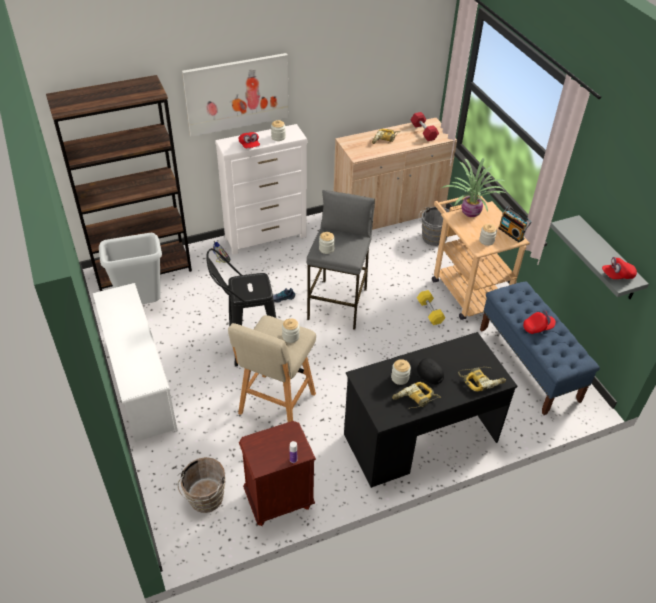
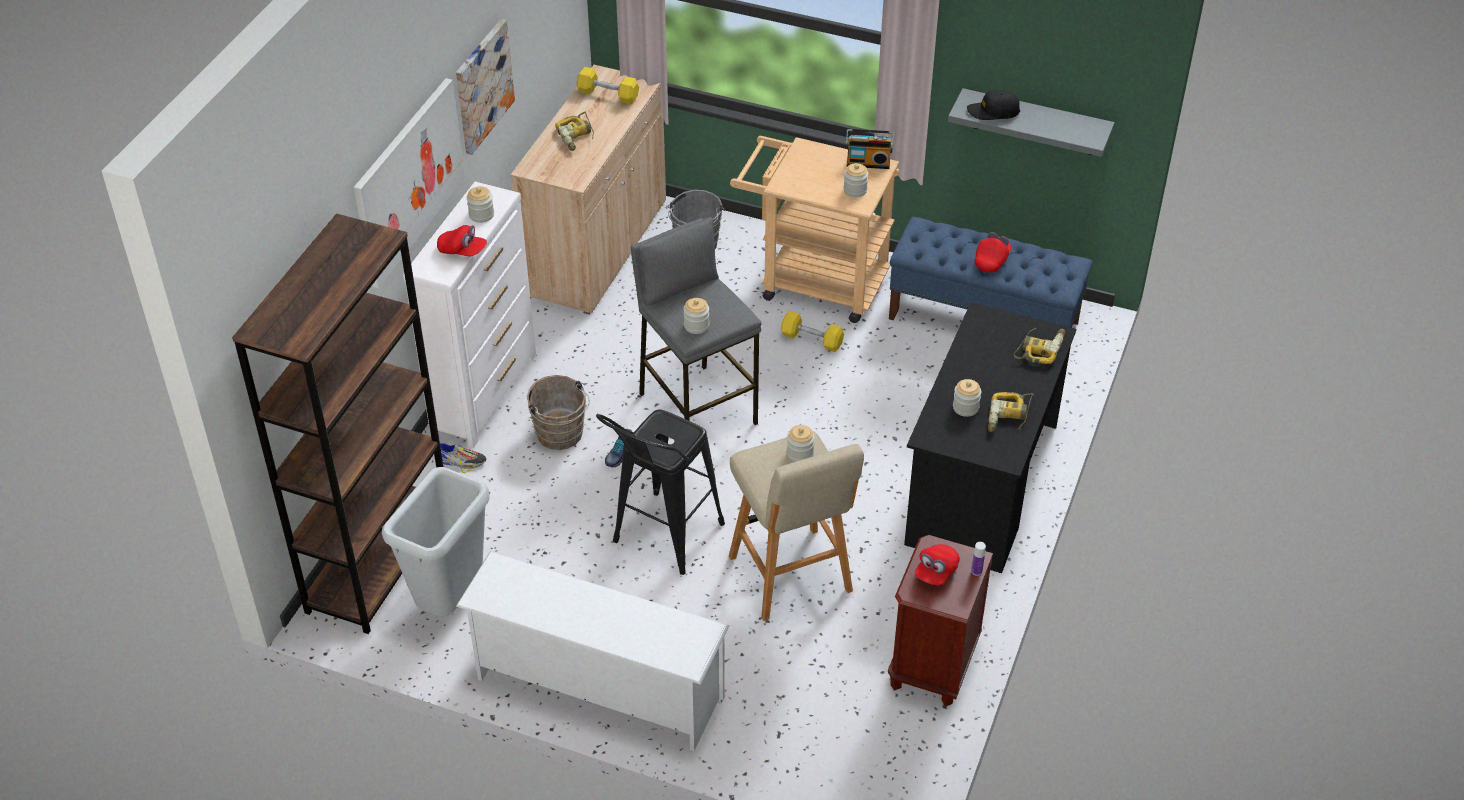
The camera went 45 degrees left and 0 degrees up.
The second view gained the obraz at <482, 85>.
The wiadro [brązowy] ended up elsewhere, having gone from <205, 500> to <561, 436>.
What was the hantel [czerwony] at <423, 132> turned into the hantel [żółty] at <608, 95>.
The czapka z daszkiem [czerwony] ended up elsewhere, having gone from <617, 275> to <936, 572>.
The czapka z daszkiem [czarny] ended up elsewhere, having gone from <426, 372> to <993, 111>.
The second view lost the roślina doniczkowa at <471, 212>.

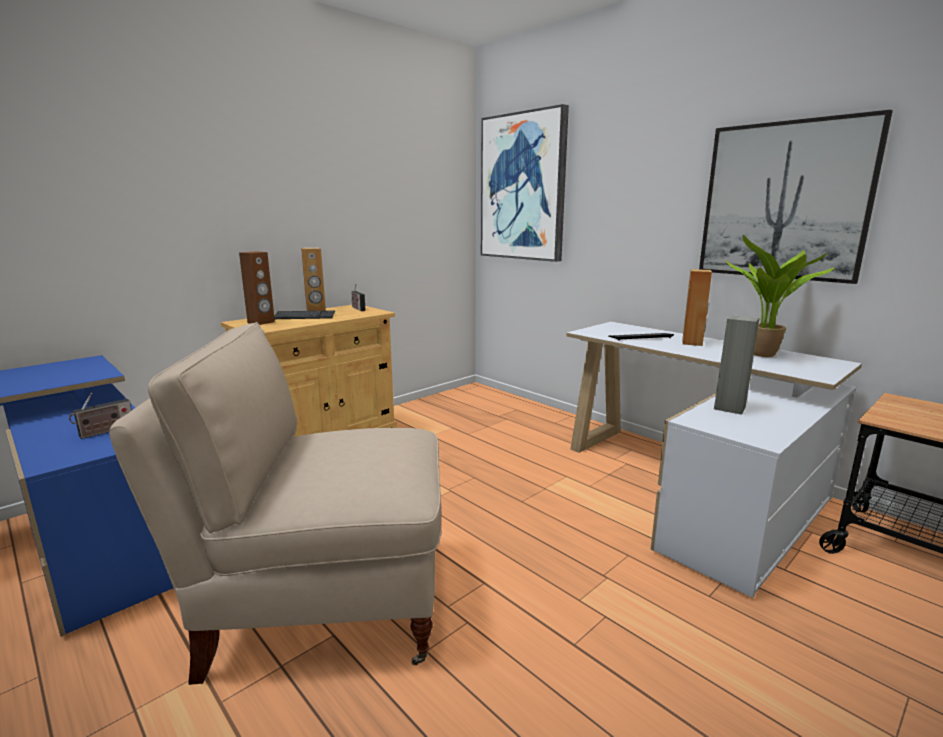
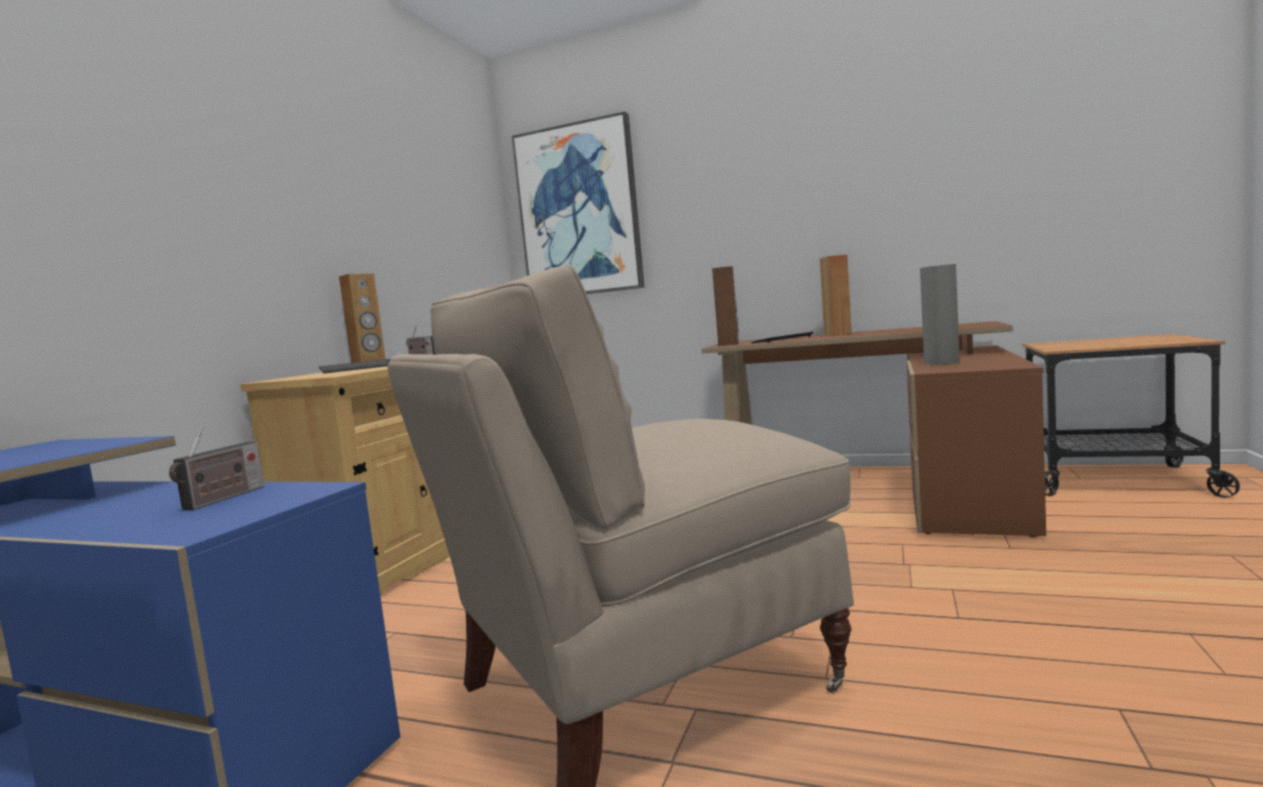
The camera went 25 degrees left and 10 degrees down.
What was the biurko [biały] at <693, 489> turned into the biurko [brązowy] at <884, 488>.
The głośnik [brązowy] ended up elsewhere, having gone from <261, 322> to <729, 344>.
The second view lost the obraz at <784, 201>.
The second view lost the roślina doniczkowa at <765, 356>.

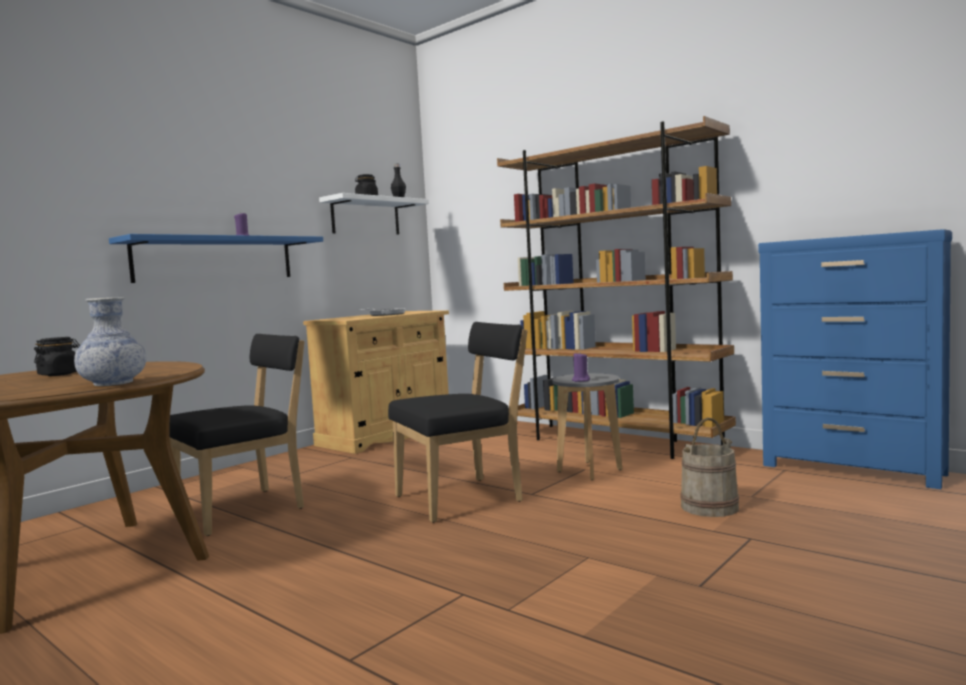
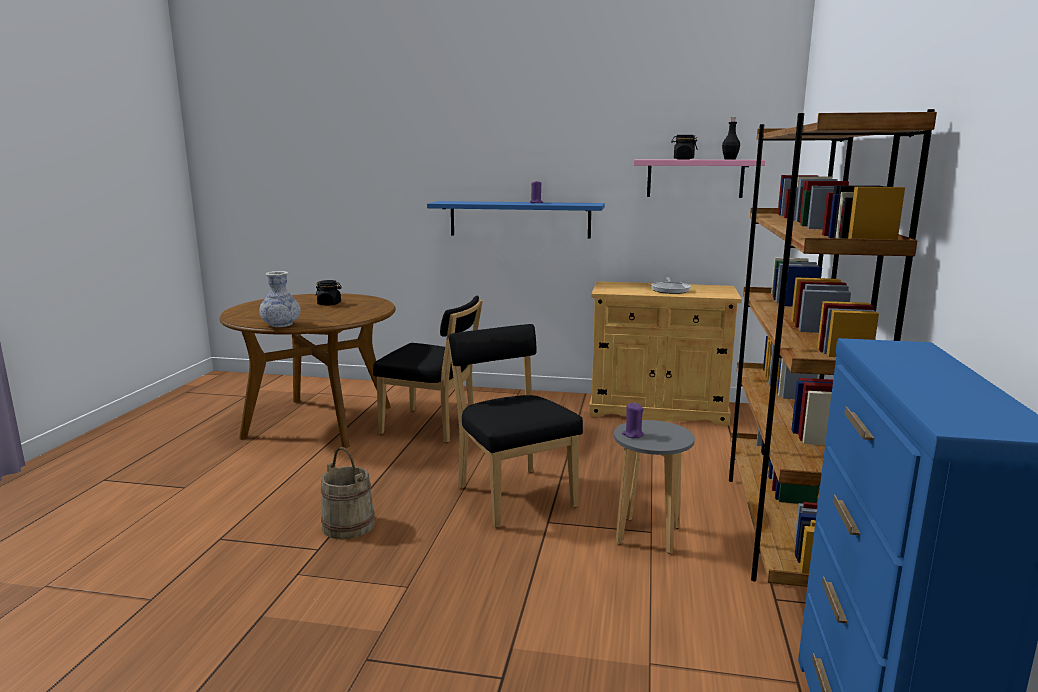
The camera went 60 degrees right and 10 degrees up.
The wiadro [beżowy] ended up elsewhere, having gone from <709, 507> to <348, 525>.
The krzesło [czarny] at <464, 498> ended up facing another way, 150 degrees counterclockwise from before.
What was the półka [biały] at <365, 217> turned into the półka [różowy] at <695, 178>.

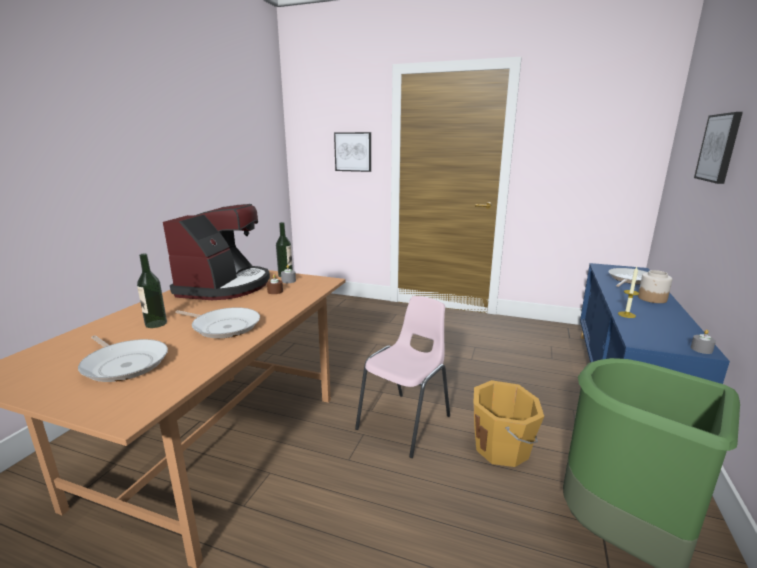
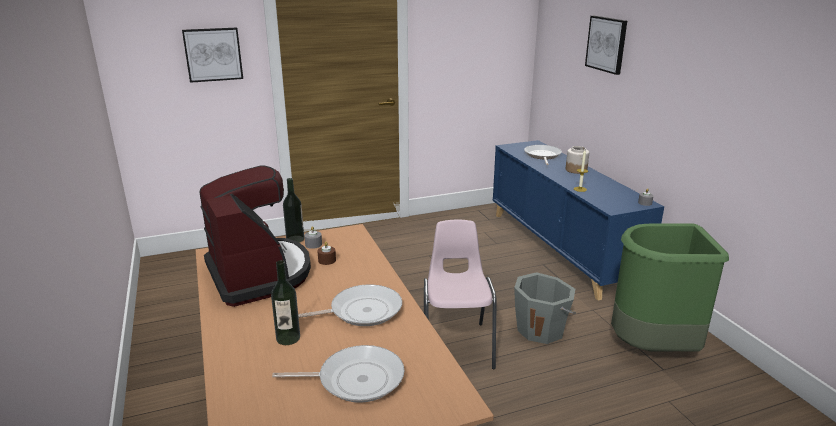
The camera went 40 degrees left and 5 degrees up.
What was the wiadro [pomarańczowy] at <502, 448> turned into the wiadro [szary] at <541, 329>.

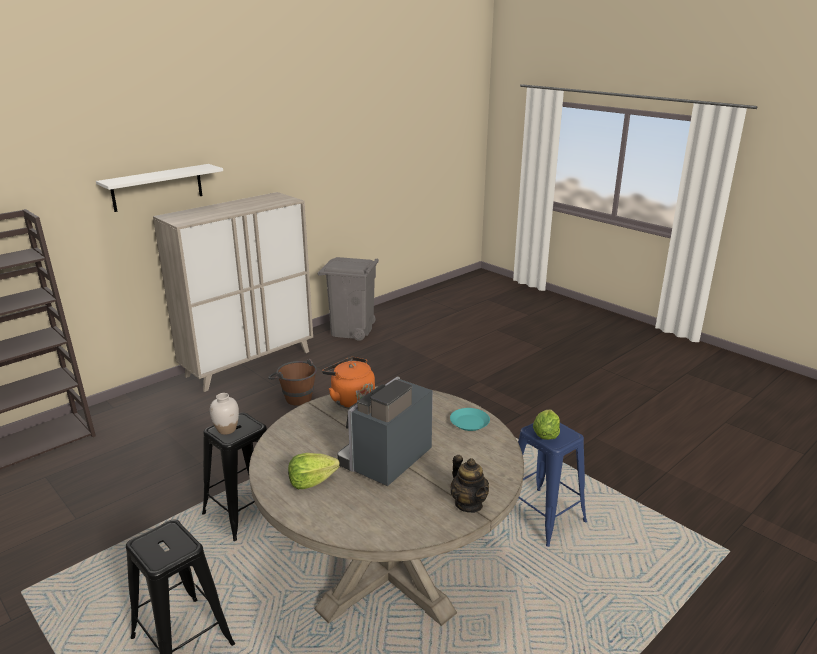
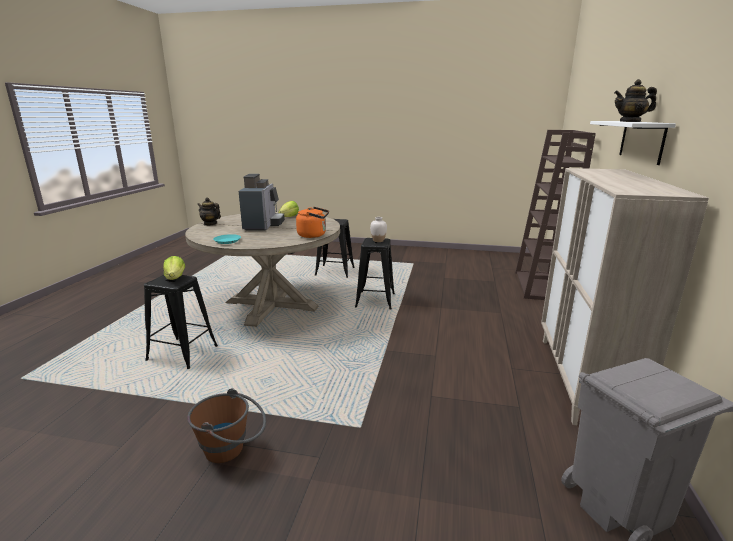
The camera went 145 degrees right and 5 degrees down.
What was the stołek [niebieski] at <542, 516> turned into the stołek [czarny] at <183, 353>.
The wiadro [brązowy] ended up elsewhere, having gone from <294, 397> to <232, 449>.
The second view gained the imbryk at <630, 121>.

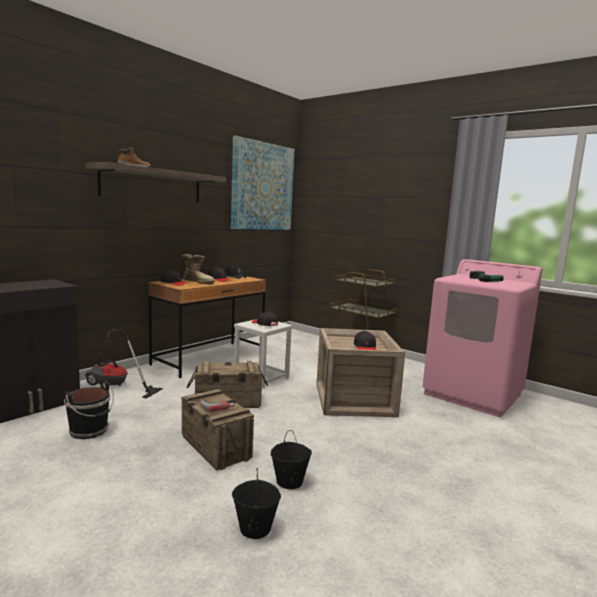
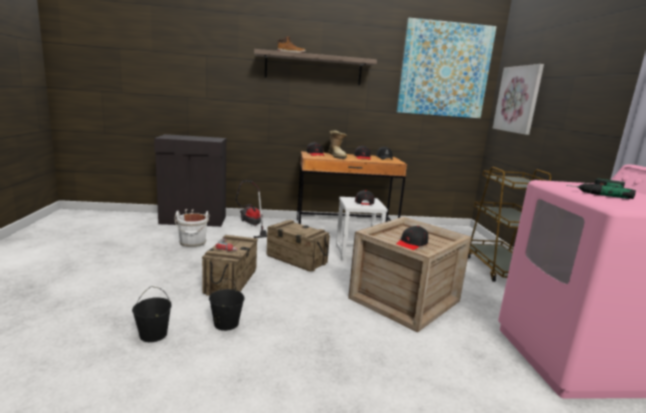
The camera went 45 degrees right and 5 degrees up.
What was the wiadro [czarny] at <90, 431> turned into the wiadro [biały] at <193, 244>.
The second view gained the obraz at <518, 99>.

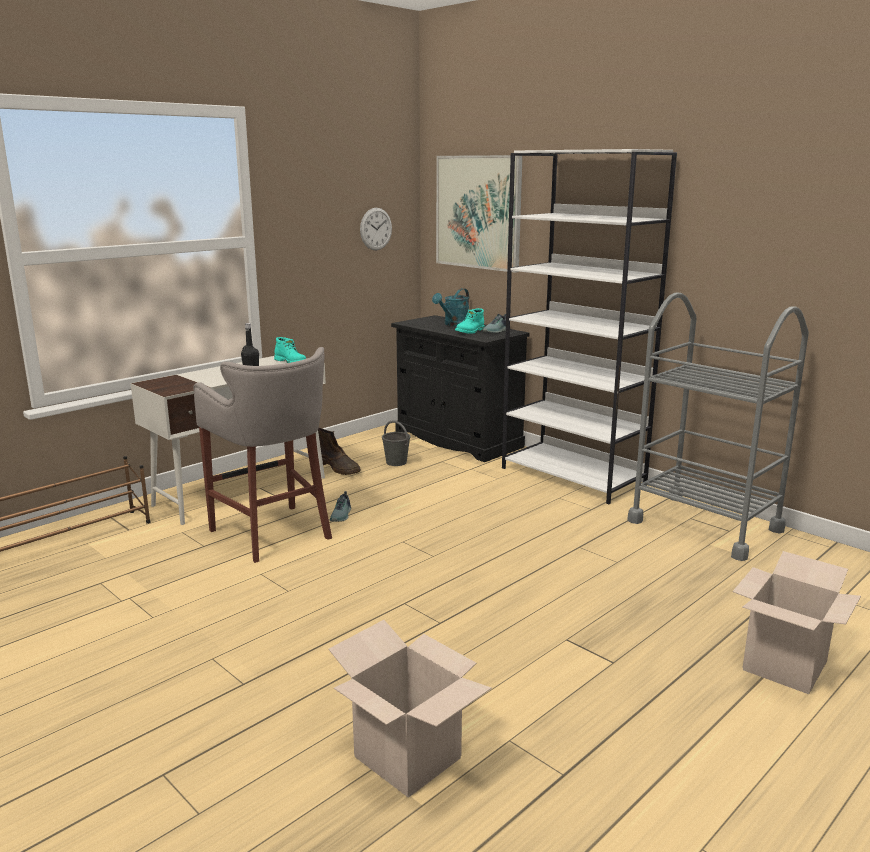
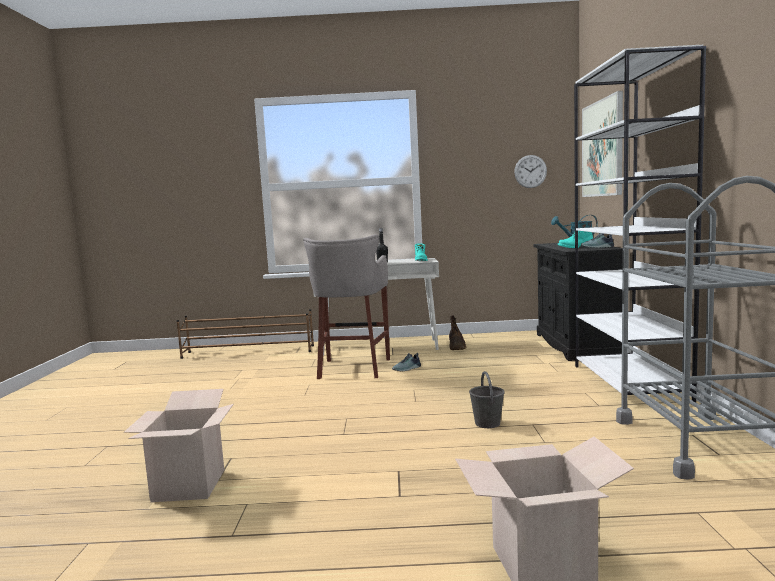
The camera went 45 degrees right and 10 degrees down.
The wiadro [szary] ended up elsewhere, having gone from <396, 462> to <487, 423>.

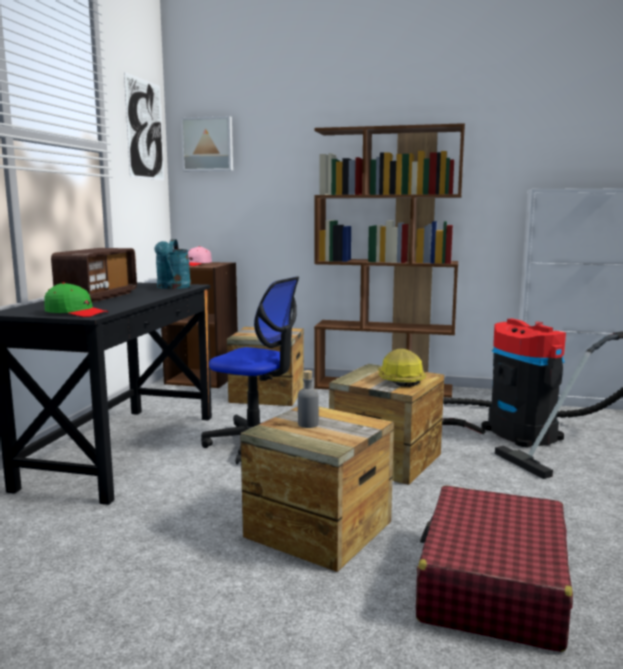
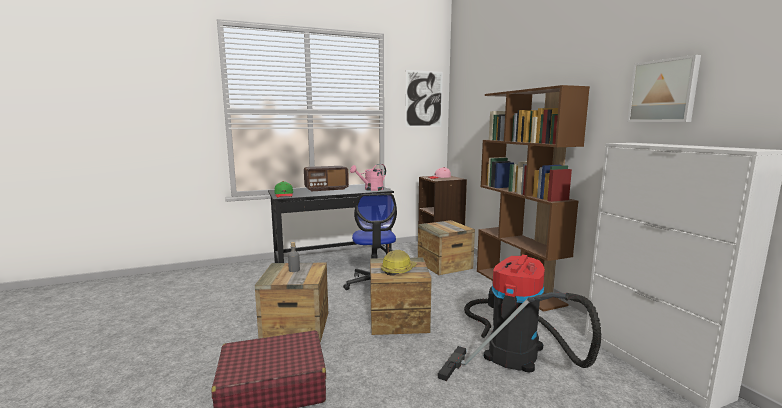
The camera went 55 degrees right and 0 degrees up.
What was the konewka [turkusowy] at <173, 287> turned into the konewka [różowy] at <371, 189>.
The obraz ended up elsewhere, having gone from <208, 144> to <663, 91>.

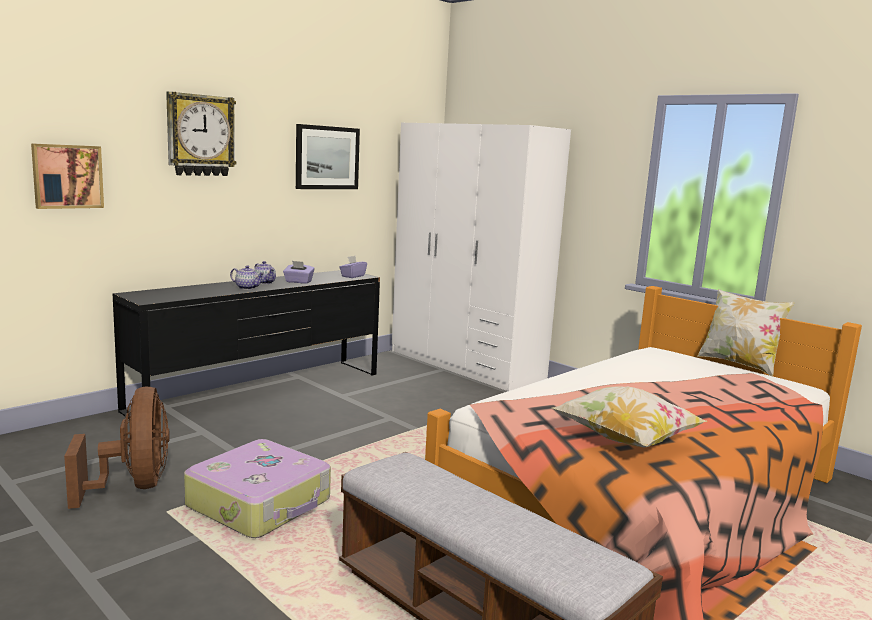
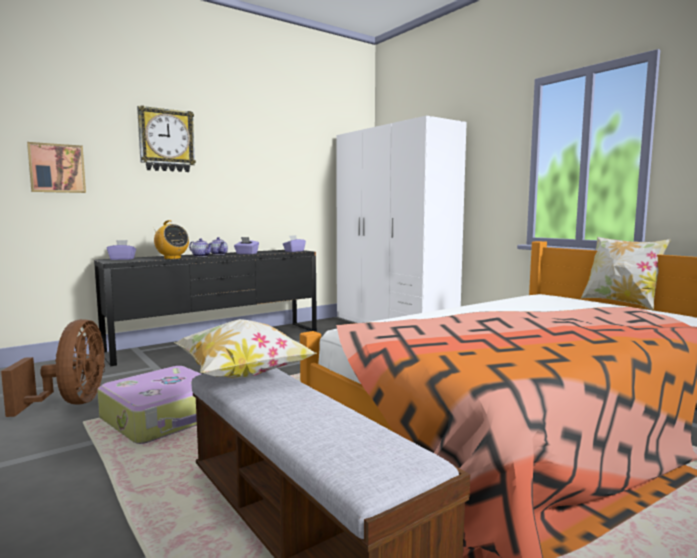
The camera went 10 degrees right and 5 degrees down.
The second view gained the pudełko chusteczek [fioletowy] at <122, 259>.
The second view gained the radio at <172, 258>.
The poduszka ended up elsewhere, having gone from <625, 441> to <243, 375>.
The second view lost the obraz at <327, 157>.

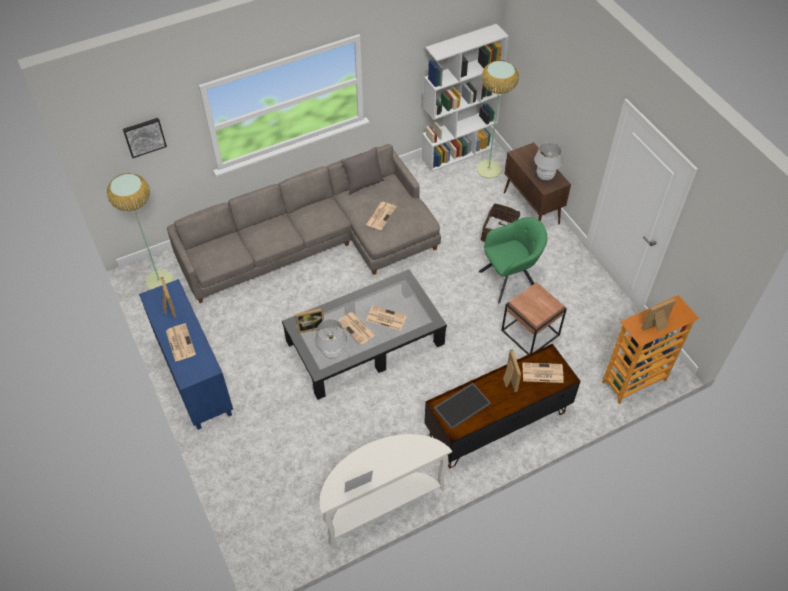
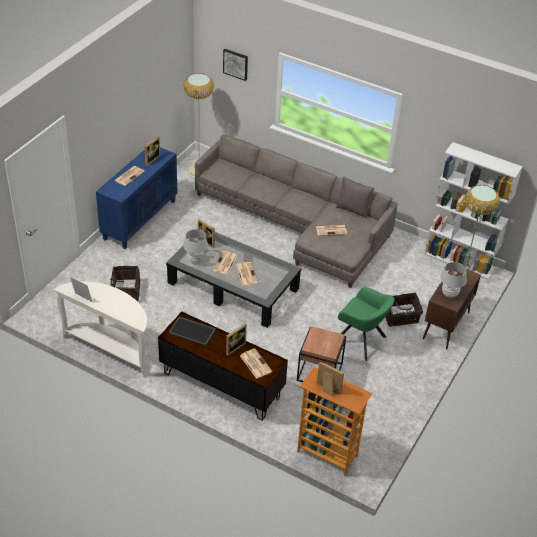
The camera went 55 degrees right and 10 degrees down.
The second view gained the koszyk at <125, 291>.

